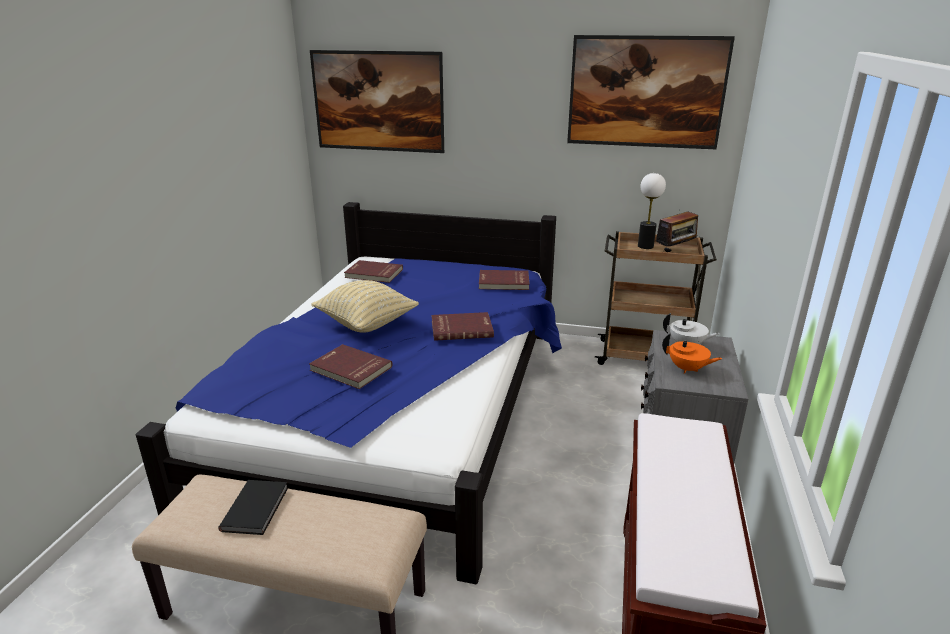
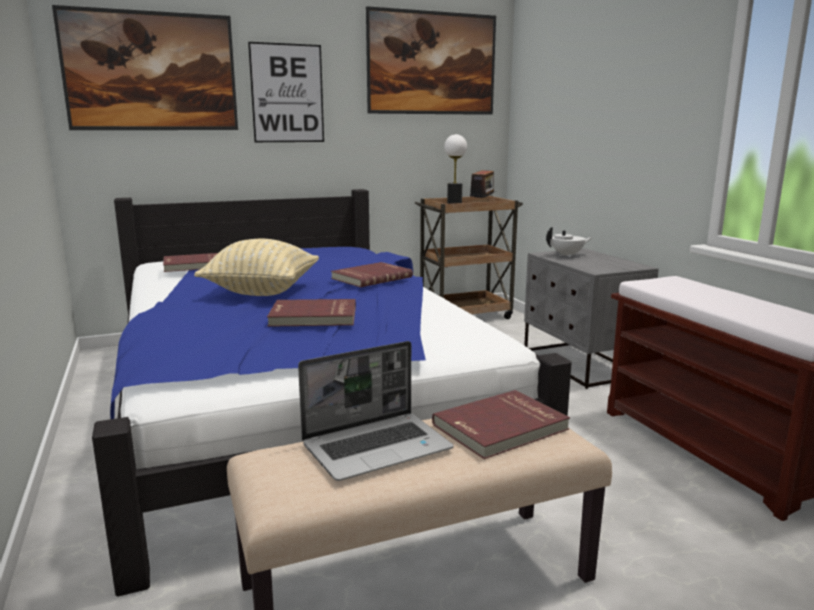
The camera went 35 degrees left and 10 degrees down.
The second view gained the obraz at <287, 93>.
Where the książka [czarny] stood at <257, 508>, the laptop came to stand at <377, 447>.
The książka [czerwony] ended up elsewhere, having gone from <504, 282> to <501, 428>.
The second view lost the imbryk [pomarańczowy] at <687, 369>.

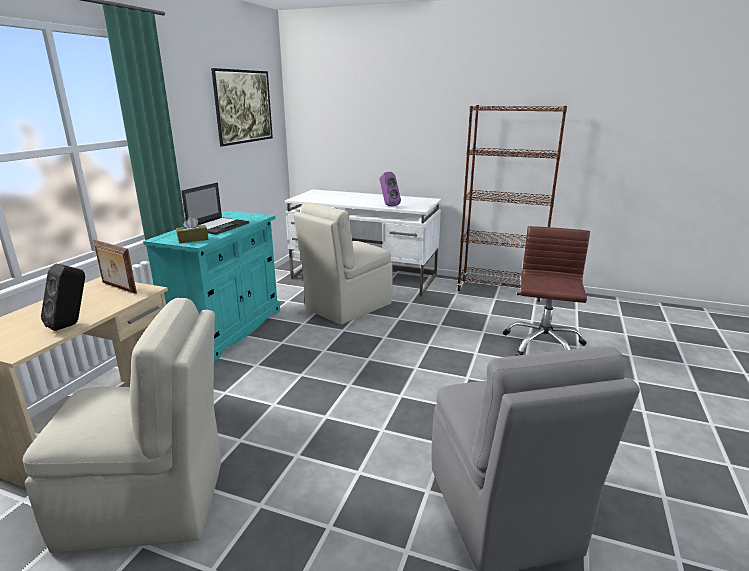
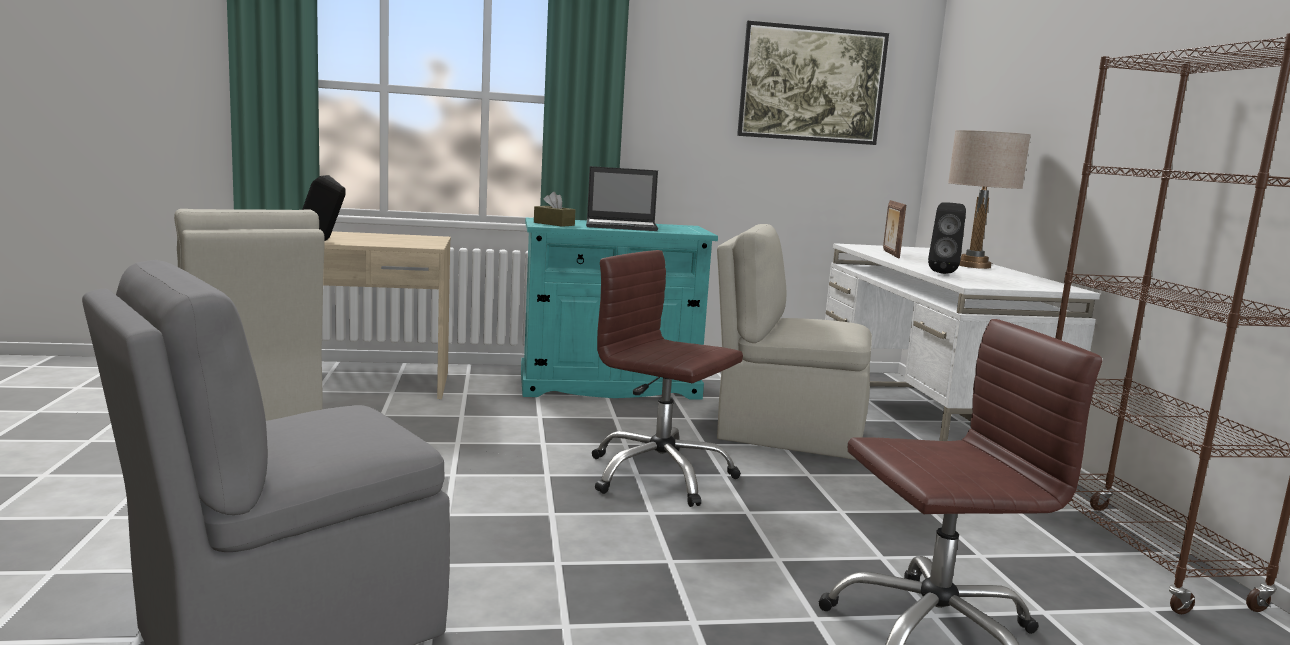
The camera went 60 degrees right and 10 degrees down.
The second view gained the krzesło biurowe [brązowy] at <659, 475>.
The ramka na zdjęcie ended up elsewhere, having gone from <118, 288> to <890, 254>.
What was the głośnik [fioletowy] at <388, 205> turned into the głośnik [czarny] at <942, 273>.
The second view gained the lampa stołowa [beżowy] at <973, 266>.

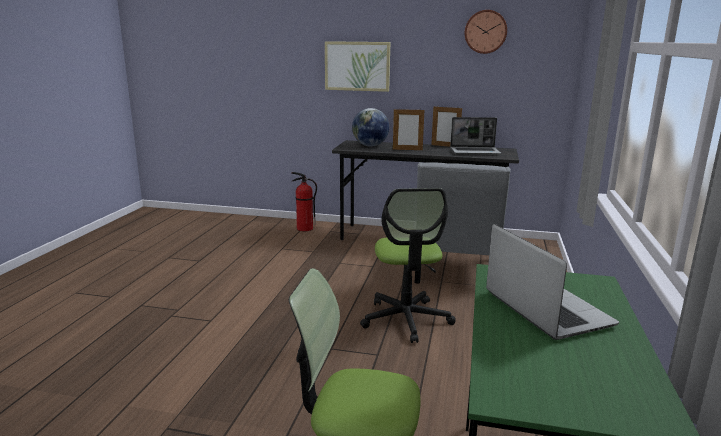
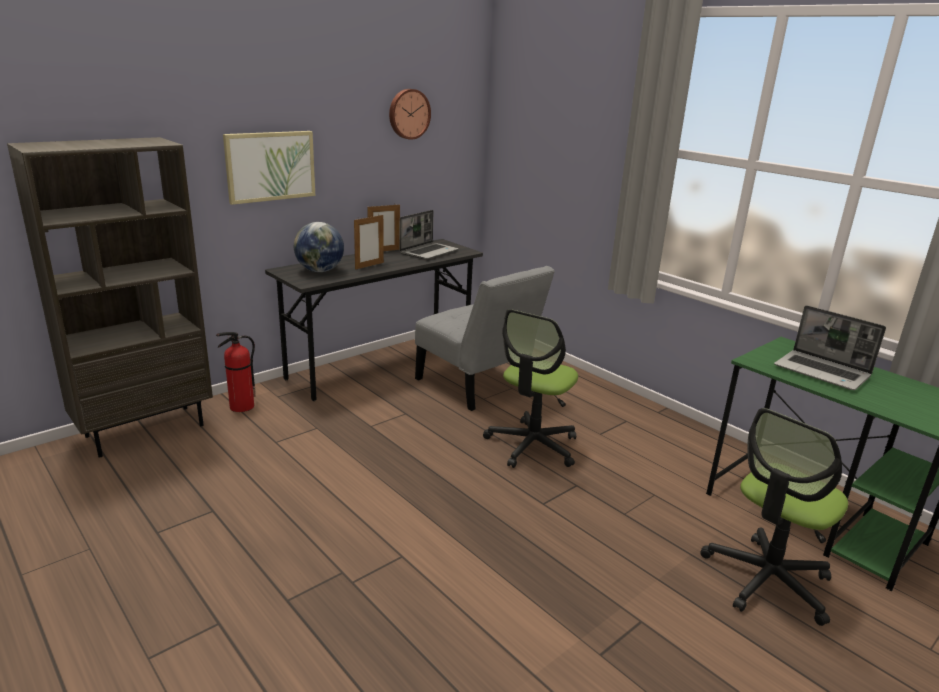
The camera went 55 degrees left and 5 degrees up.
The second view gained the regał [brązowy] at <146, 430>.
The krzesło biurowe at <406, 319> ended up facing another way, 90 degrees clockwise from before.
The laptop at <545, 308> ended up facing another way, 150 degrees counterclockwise from before.

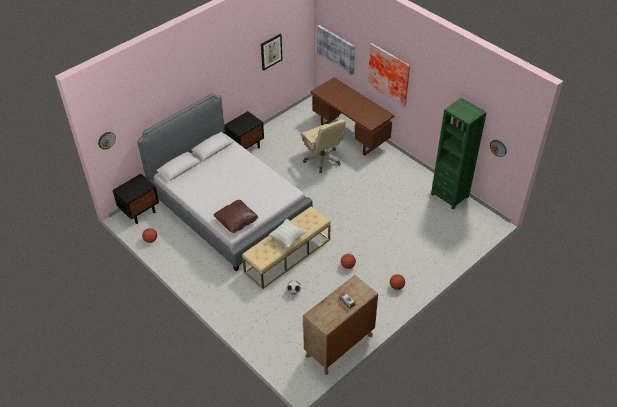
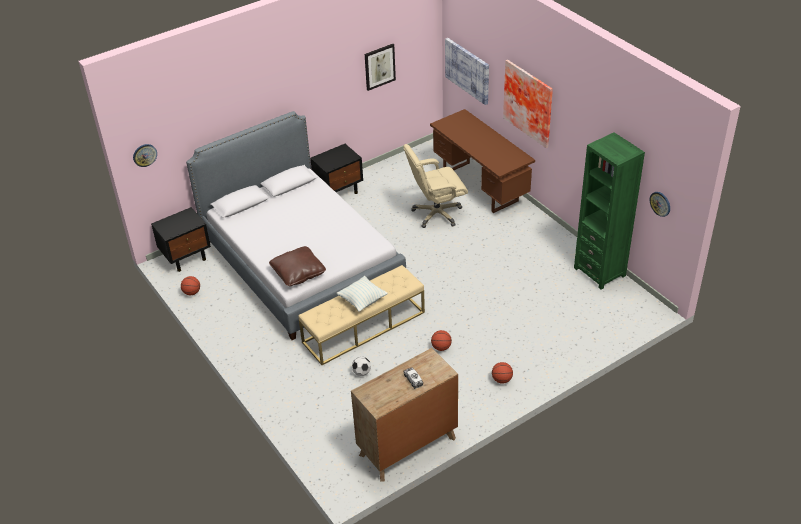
The camera went 10 degrees right and 5 degrees down.
The krzesło biurowe [beżowy] at <322, 160> ended up facing another way, 90 degrees clockwise from before.

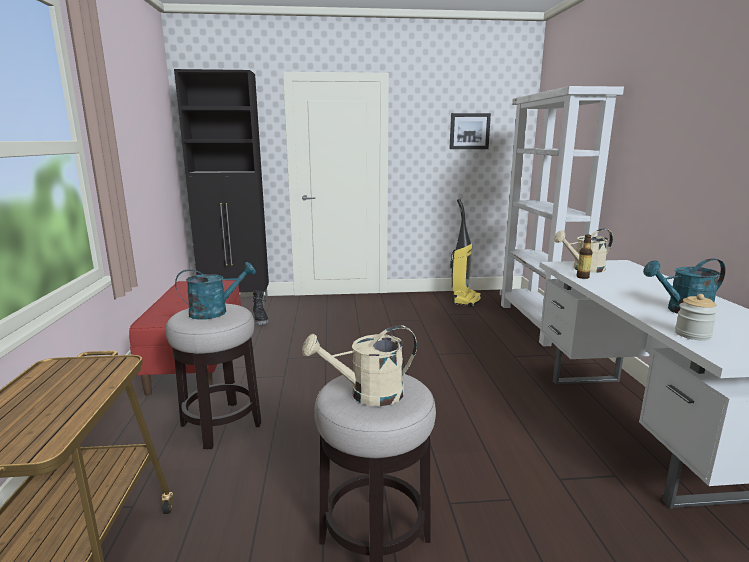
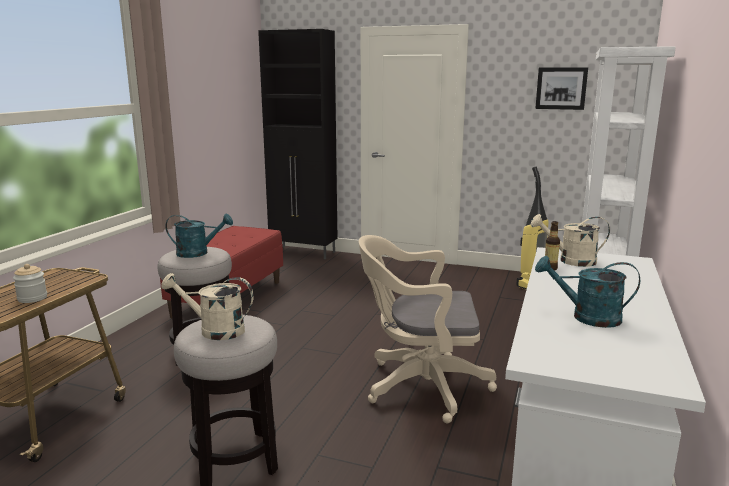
The camera went 25 degrees right and 0 degrees up.
The słoik ended up elsewhere, having gone from <692, 334> to <32, 298>.
The second view gained the krzesło biurowe [beżowy] at <420, 386>.
The second view lost the but z cholewką [czarny] at <260, 320>.

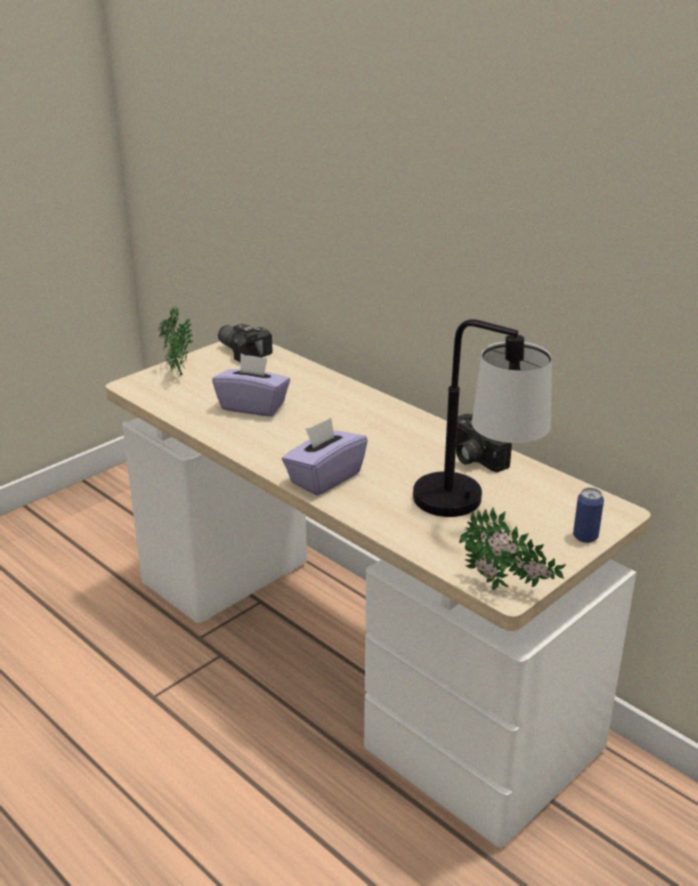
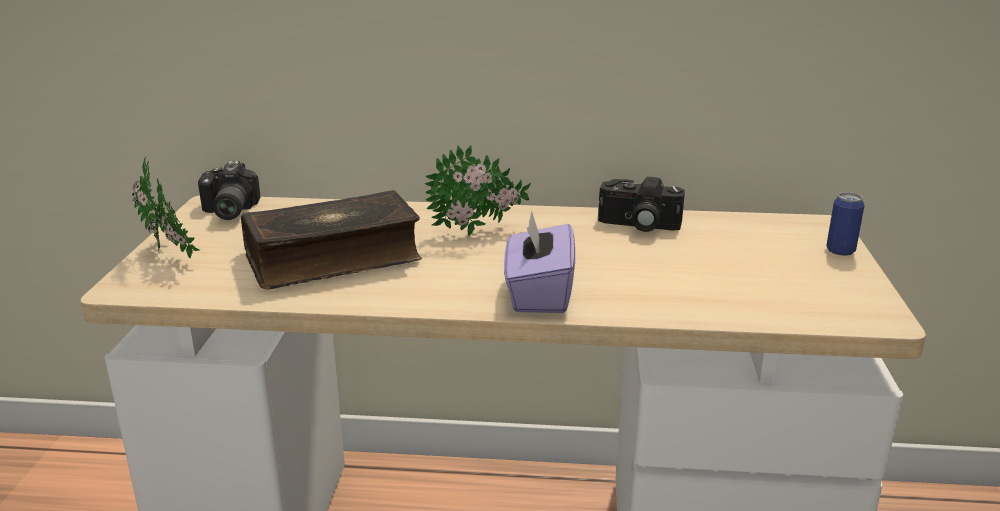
The camera went 40 degrees left and 5 degrees down.
The aparat fotograficzny at <244, 351> ended up facing another way, 105 degrees counterclockwise from before.
Where the pudełko chusteczek [fioletowy] stood at <253, 406>, the książka came to stand at <333, 258>.
The roślina doniczkowa ended up elsewhere, having gone from <506, 589> to <479, 232>.
The second view lost the lampa stołowa at <474, 511>.

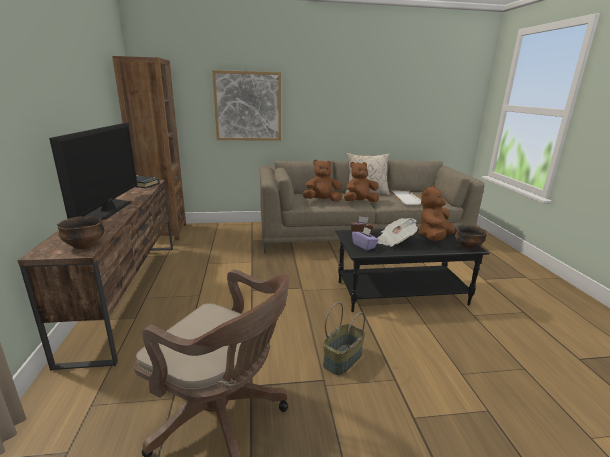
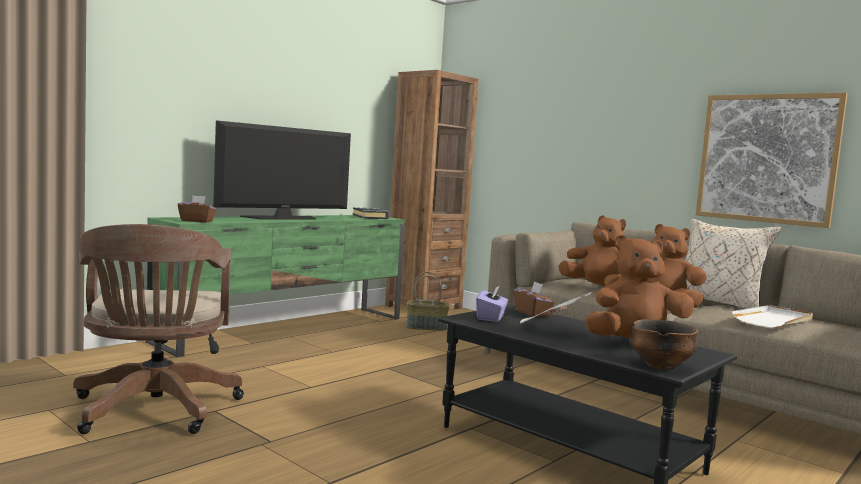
The camera went 50 degrees right and 15 degrees down.
What was the szafka pod telewizor [brązowy] at <129, 292> turned into the szafka pod telewizor [zielony] at <288, 329>.
Where the miska stood at <84, 245>, the pudełko chusteczek [brązowy] came to stand at <197, 221>.
The koszyk ended up elsewhere, having gone from <342, 359> to <426, 327>.
The obraz ended up elsewhere, having gone from <248, 106> to <767, 158>.

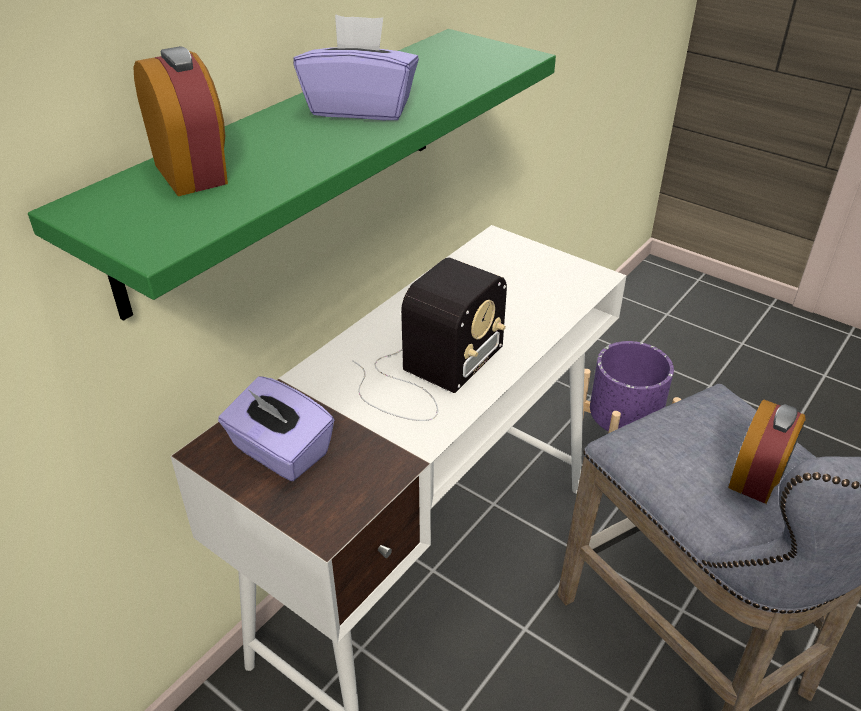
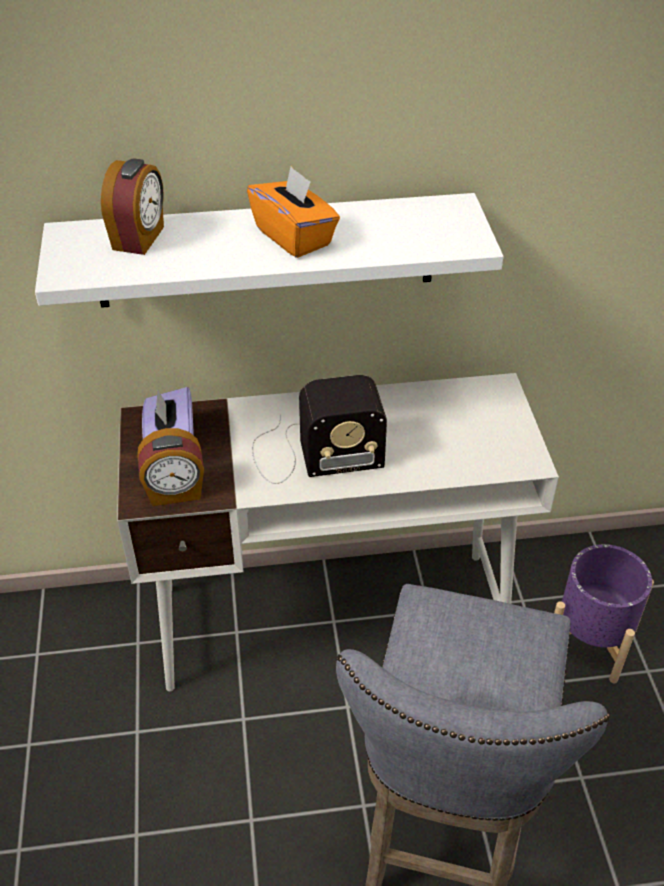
The camera went 45 degrees right and 5 degrees up.
What was the półka [zielony] at <288, 163> turned into the półka [biały] at <266, 251>.
The budzik ended up elsewhere, having gone from <757, 478> to <175, 492>.
What was the pudełko chusteczek [fioletowy] at <360, 108> turned into the pudełko chusteczek [pomarańczowy] at <294, 237>.

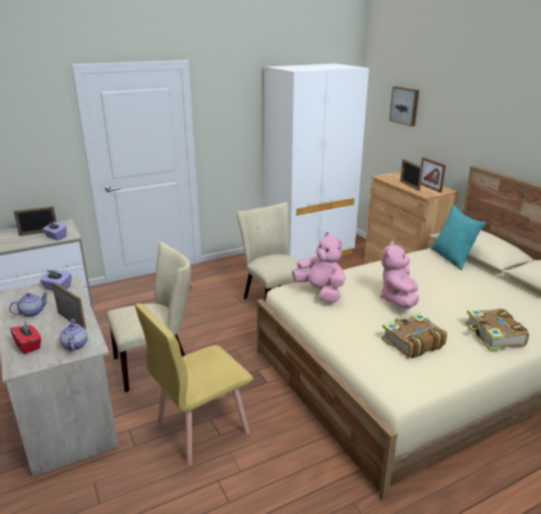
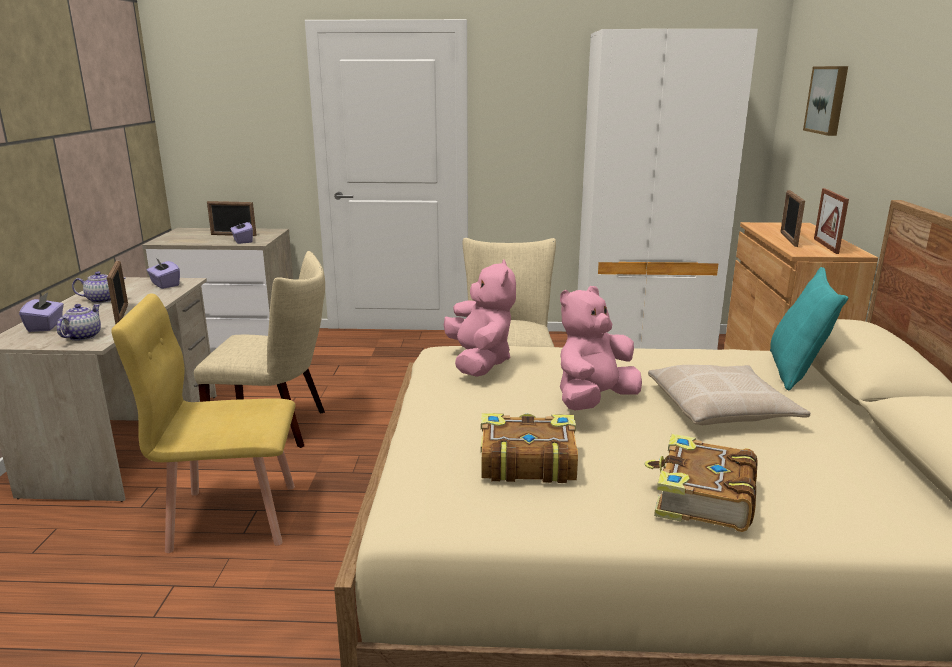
The camera went 30 degrees right and 5 degrees down.
What was the pudełko chusteczek [czerwony] at <28, 345> turned into the pudełko chusteczek [fioletowy] at <46, 326>.
The second view gained the poduszka [beżowy] at <722, 408>.

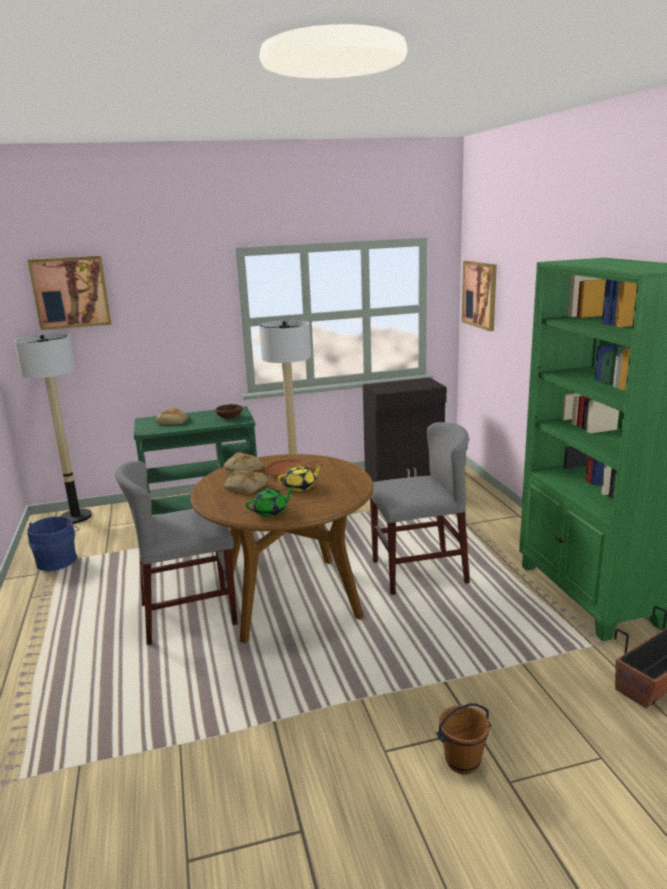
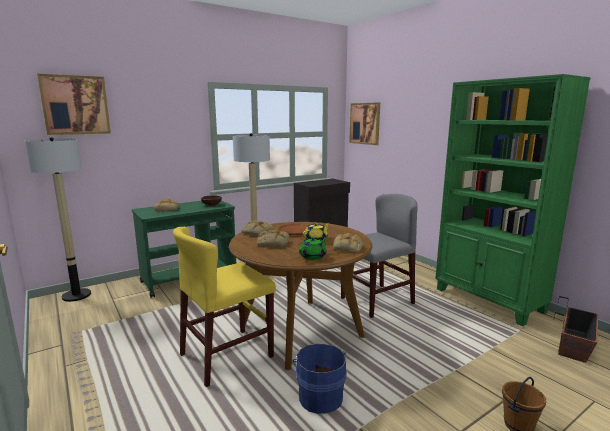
The camera went 20 degrees left and 5 degrees down.
What was the krzesło [szary] at <188, 614> turned into the krzesło [żółty] at <227, 355>.
The wiadro [niebieski] ended up elsewhere, having gone from <58, 560> to <320, 396>.
The second view gained the chleb at <348, 247>.

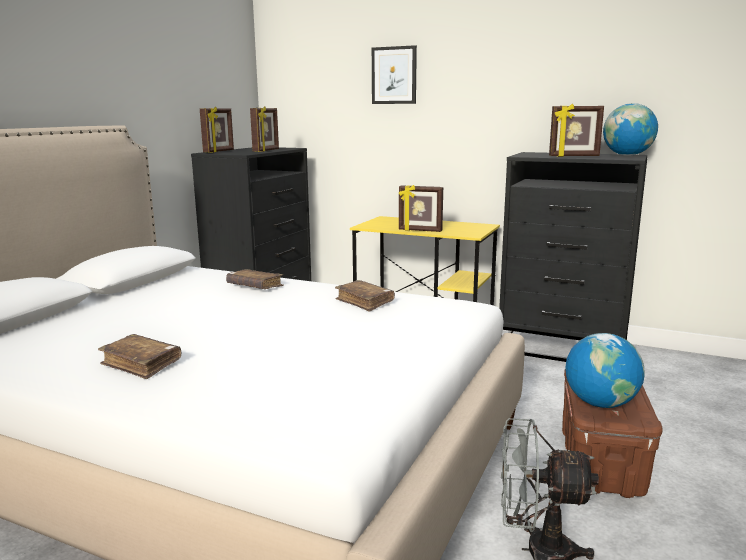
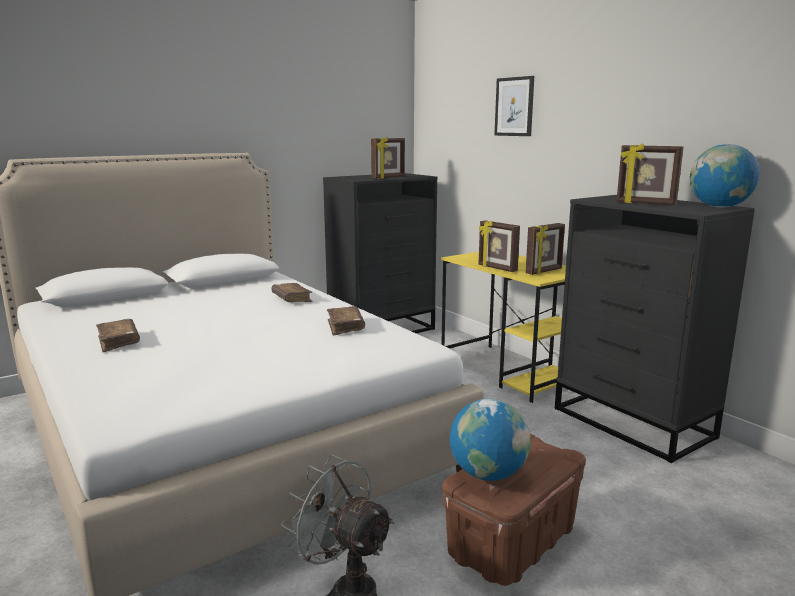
The camera went 30 degrees right and 0 degrees up.
The ramka na zdjęcie ended up elsewhere, having gone from <219, 151> to <544, 271>.

